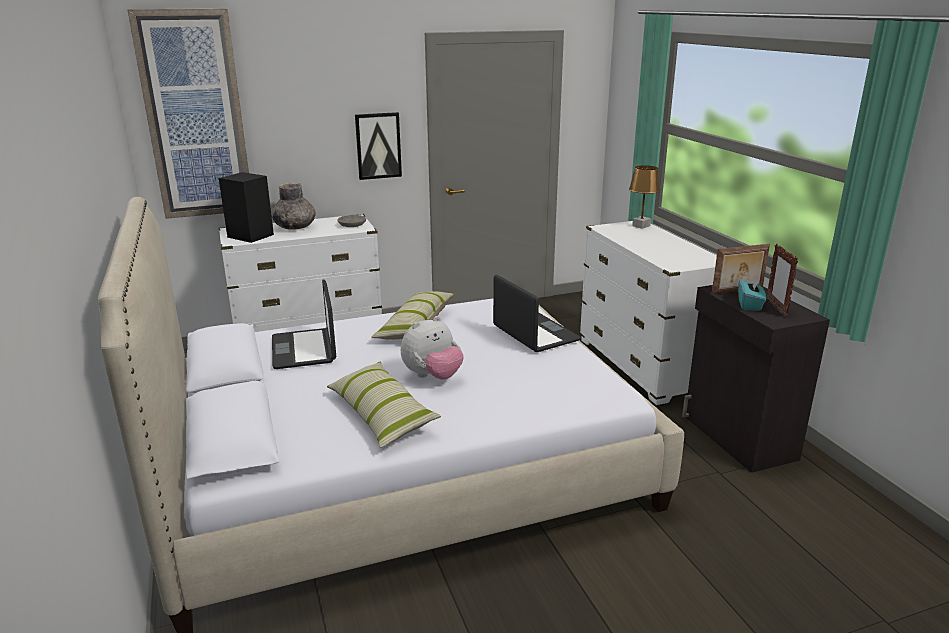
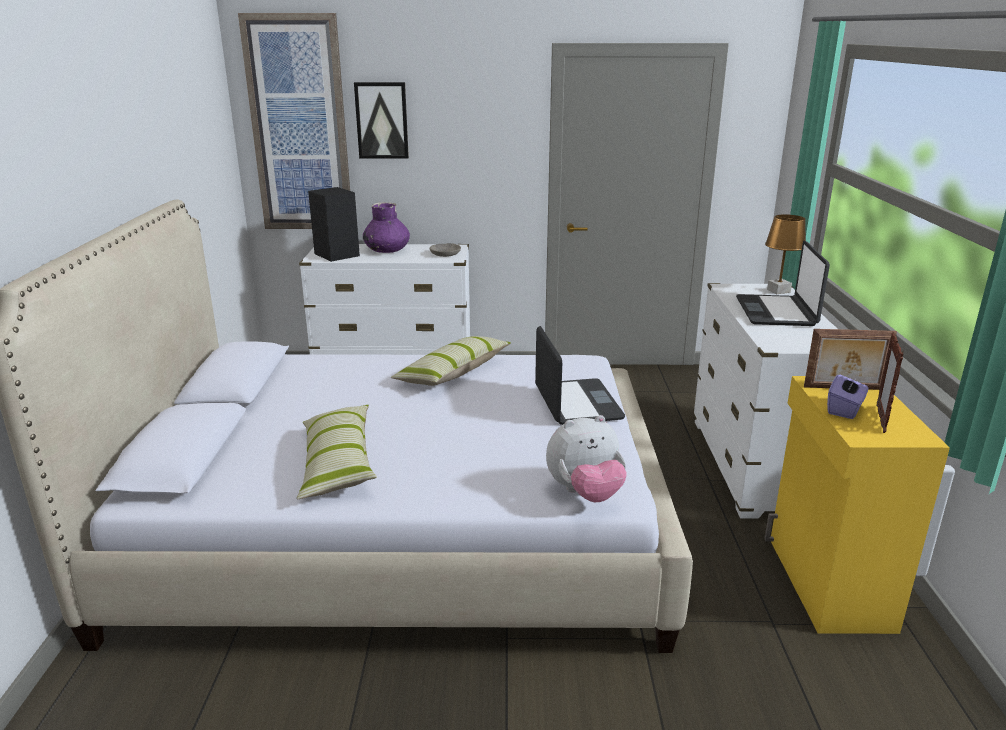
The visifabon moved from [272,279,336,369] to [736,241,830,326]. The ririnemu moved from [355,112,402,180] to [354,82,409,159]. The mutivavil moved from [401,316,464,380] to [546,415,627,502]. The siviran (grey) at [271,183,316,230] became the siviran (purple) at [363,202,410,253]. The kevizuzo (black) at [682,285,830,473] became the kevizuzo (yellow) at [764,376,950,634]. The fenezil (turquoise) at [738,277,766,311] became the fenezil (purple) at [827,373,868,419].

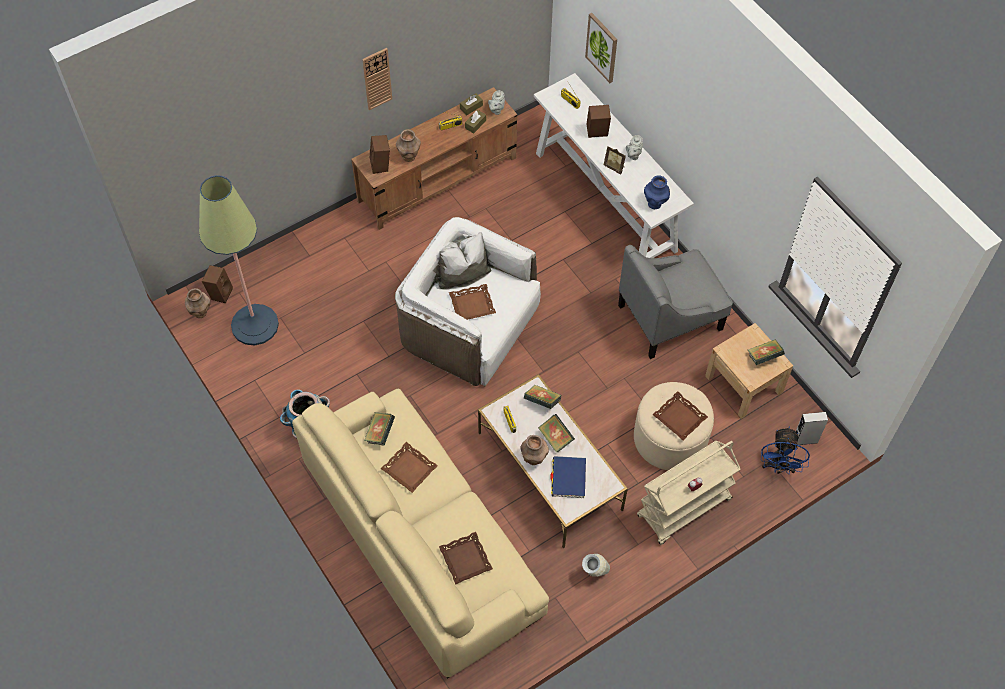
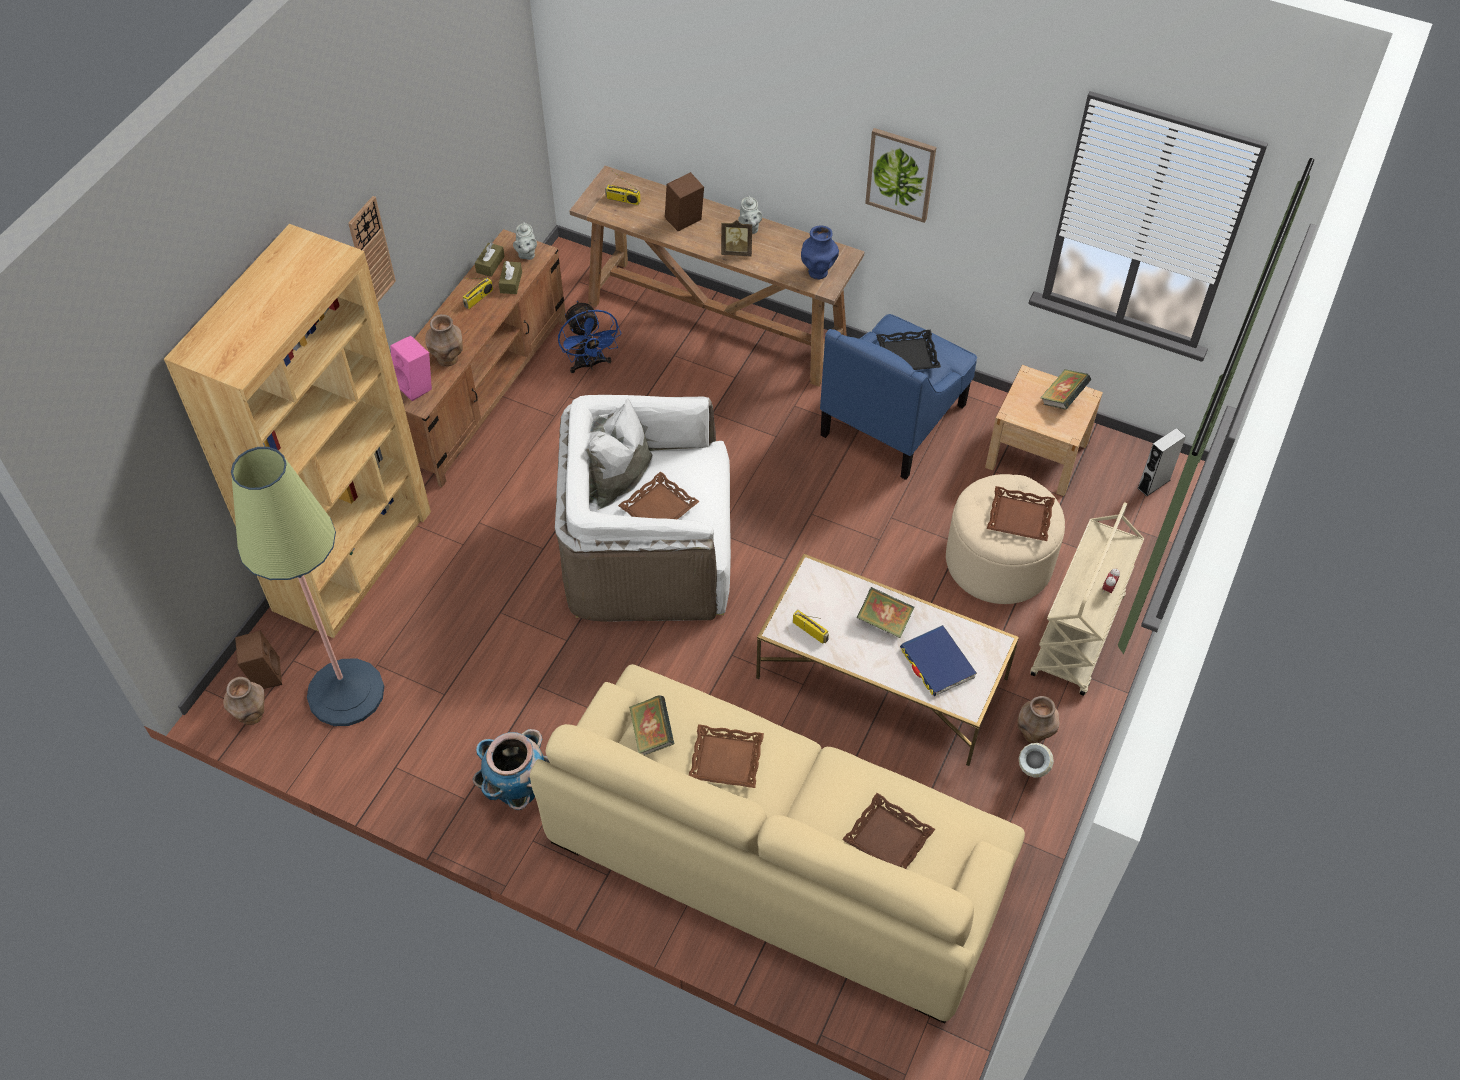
The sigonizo at [524,385,561,409] disappeared. The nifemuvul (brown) at [164,224,431,638] appeared. The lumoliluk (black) at [876,330,941,370] appeared. The siviran (brown) moved from [520,435,549,465] to [1017,696,1059,743]. The ririnemu moved from [585,13,617,83] to [865,128,936,223]. The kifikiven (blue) moved from [761,427,810,474] to [558,301,622,373]. The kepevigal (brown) at [370,135,390,174] became the kepevigal (pink) at [390,335,432,401]. The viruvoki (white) at [534,73,694,258] became the viruvoki (brown) at [569,166,864,387]. The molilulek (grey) at [618,245,733,359] became the molilulek (blue) at [820,314,977,480].

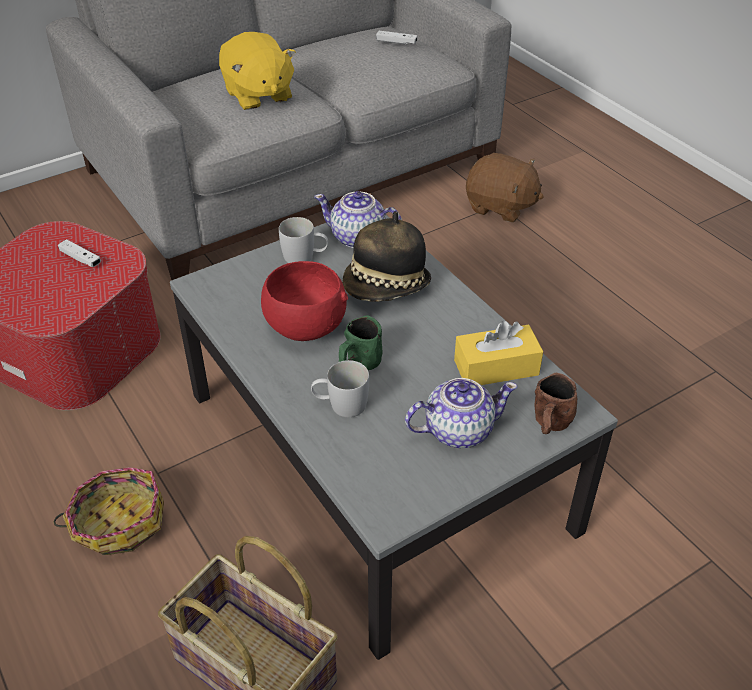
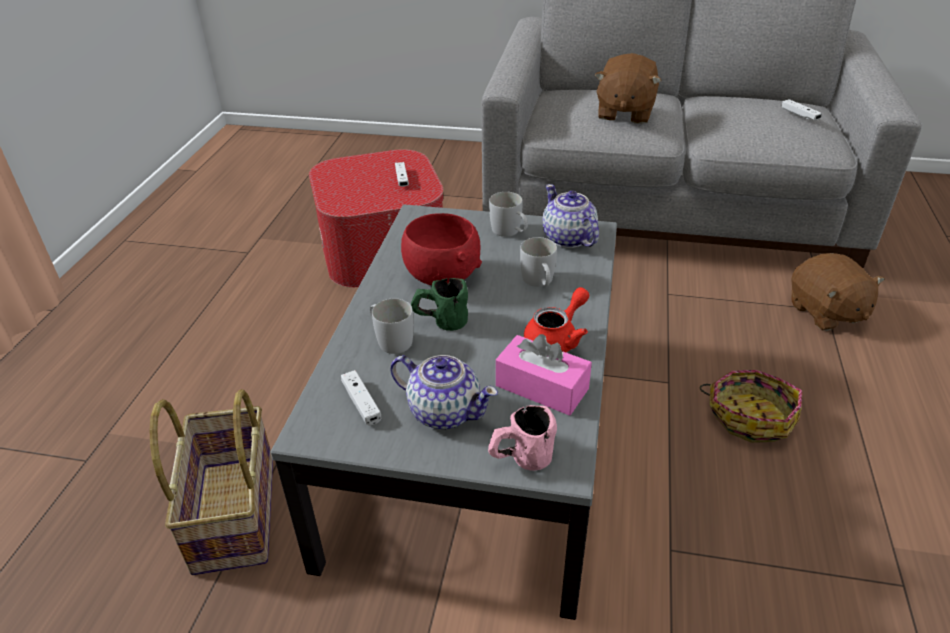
The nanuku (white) at [341,370,381,426] appeared. The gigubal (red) at [524,287,589,352] appeared. The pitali moved from [54,467,164,555] to [700,370,803,443]. The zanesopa at [342,211,431,302] was replaced by the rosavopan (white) at [520,237,557,287]. The mutivavil (yellow) at [219,32,296,110] became the mutivavil (brown) at [595,53,662,124]. The fenezil (yellow) at [454,321,543,385] became the fenezil (pink) at [496,334,592,416]. The rosavopan (brown) at [535,372,577,434] became the rosavopan (pink) at [488,405,557,471].

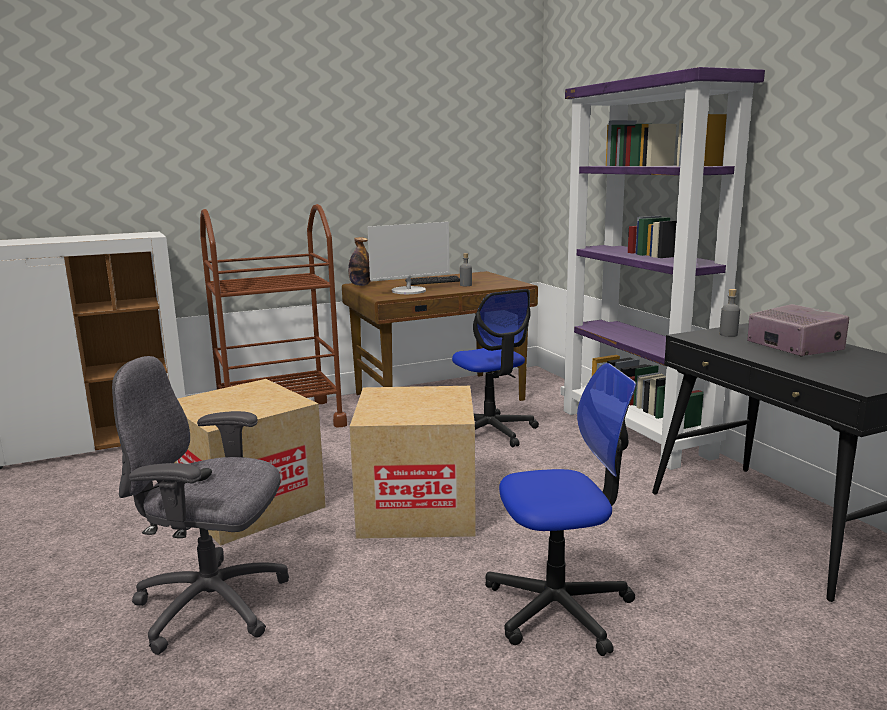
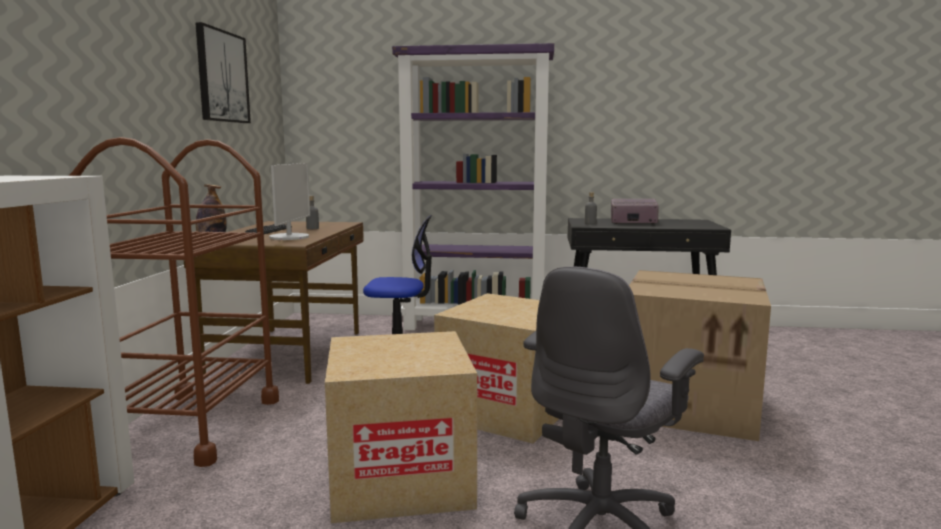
The ririnemu at [195,22,251,123] appeared. The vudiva at [485,363,637,656] was replaced by the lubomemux at [629,270,771,441].

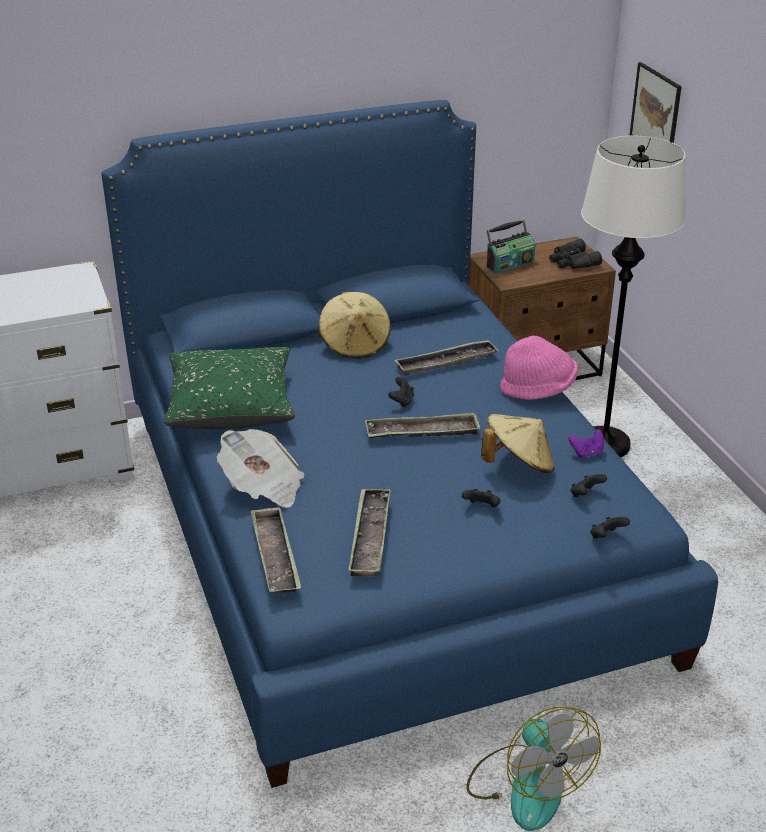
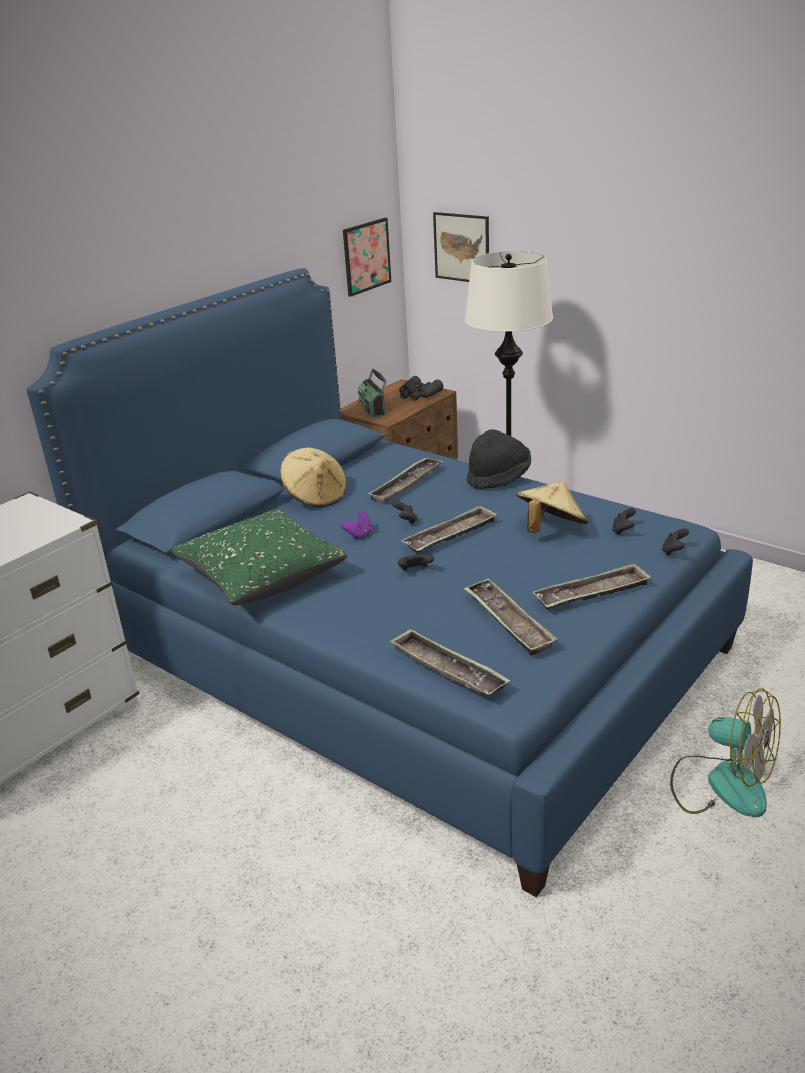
The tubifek at [217,429,305,508] disappeared. The ririnemu at [343,218,391,297] appeared. The lumoliluk at [533,563,651,609] appeared. The nanuku (black) moved from [462,489,500,507] to [398,552,434,570]. The nanuku (purple) moved from [569,429,604,458] to [341,511,373,540]. The zanesopa (pink) at [500,336,578,400] became the zanesopa (black) at [467,429,531,489]. The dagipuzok at [486,220,536,274] turned 135 degrees clockwise.

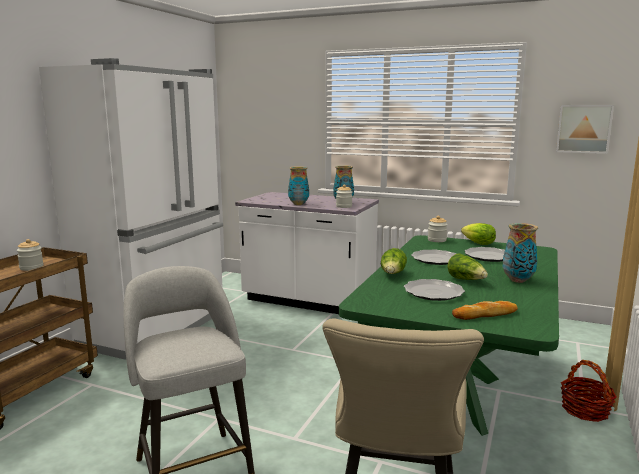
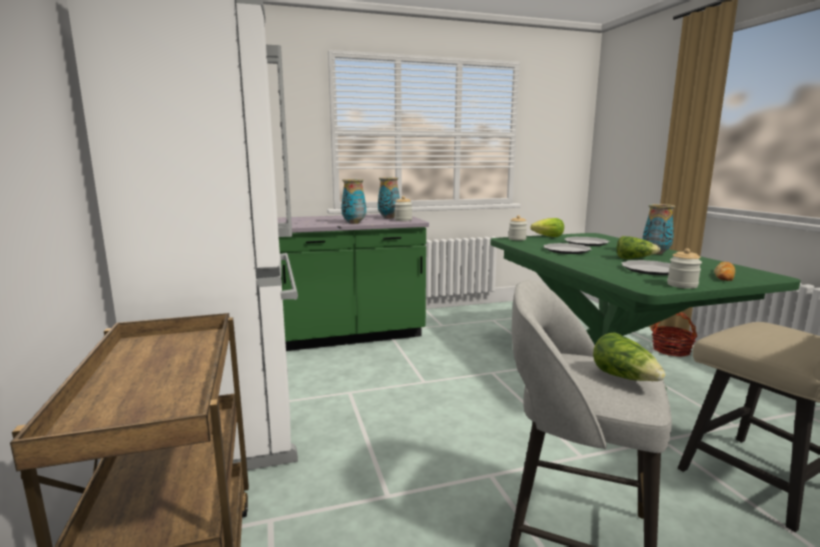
The ririnemu at [556,105,614,154] disappeared. The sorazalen moved from [17,239,44,271] to [667,248,702,289]. The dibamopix moved from [381,248,407,274] to [593,332,665,381]. The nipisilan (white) at [235,192,379,314] became the nipisilan (green) at [278,214,429,351].

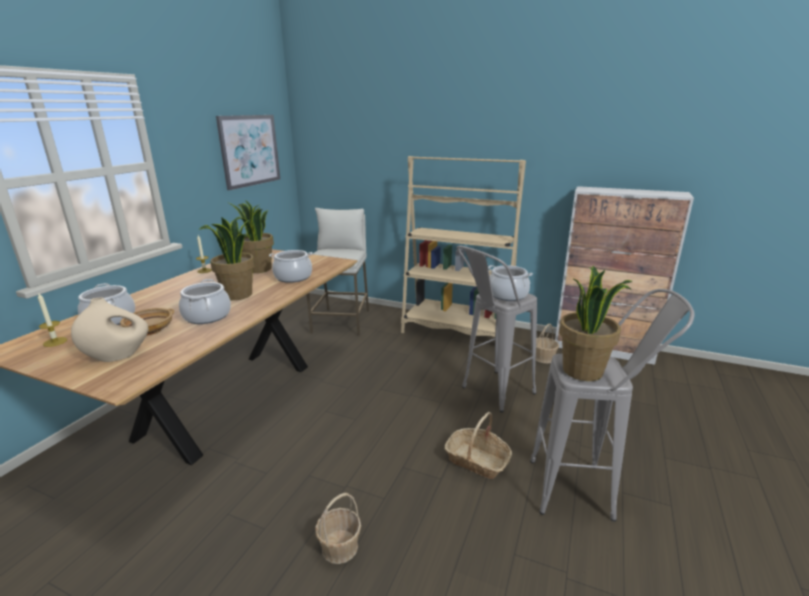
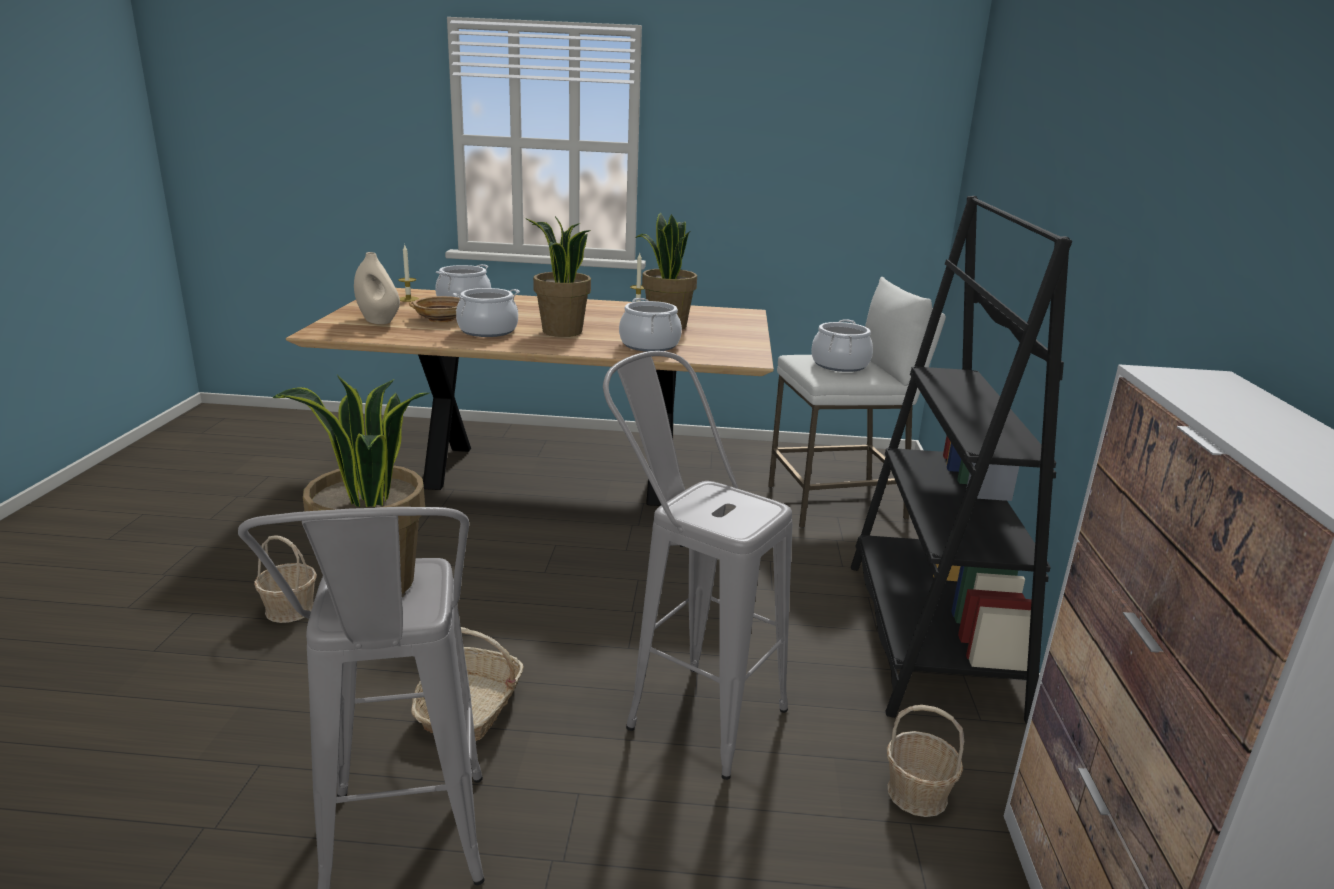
The ririnemu at [216,115,280,190] disappeared. The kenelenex moved from [488,265,533,301] to [811,319,873,372]. The nifemuvul (beige) at [401,156,526,337] became the nifemuvul (black) at [851,196,1072,724].

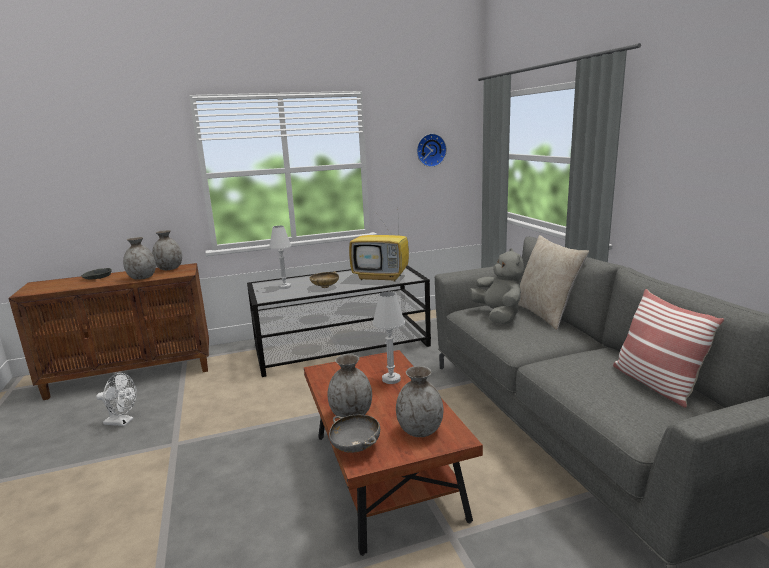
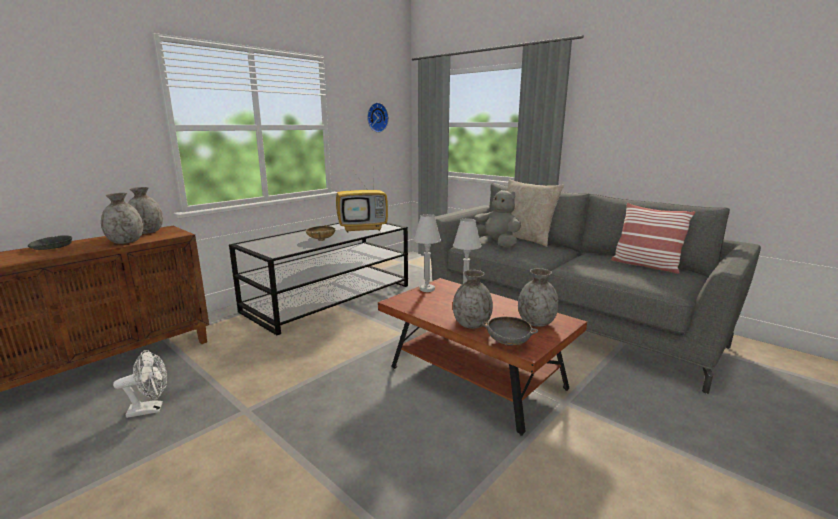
The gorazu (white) moved from [269,226,291,289] to [414,214,441,292].

